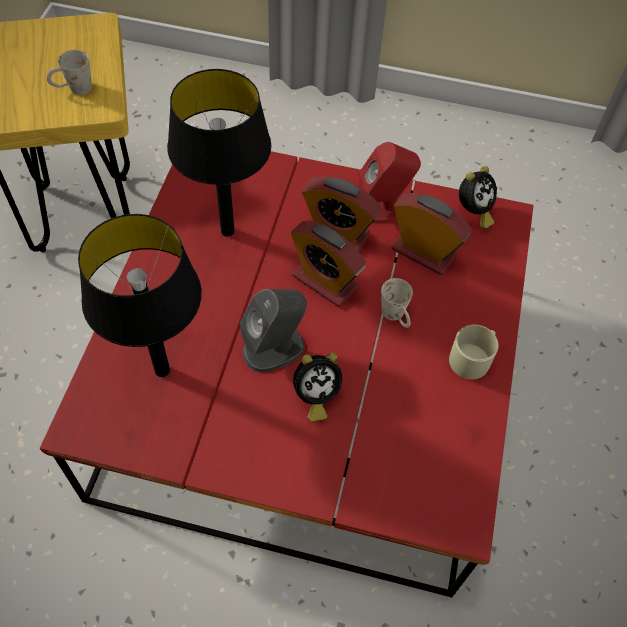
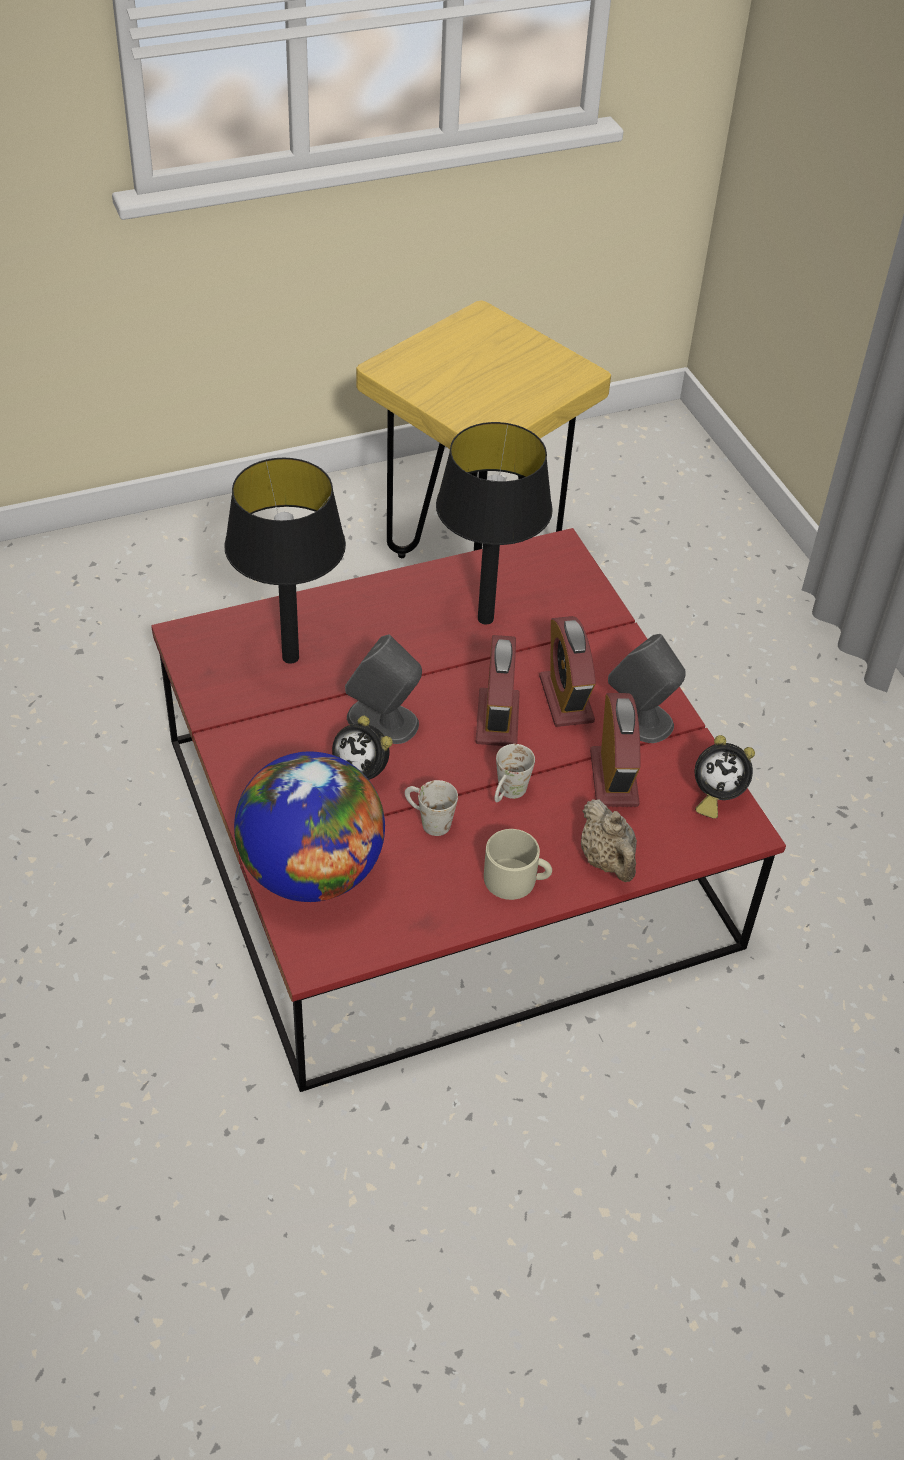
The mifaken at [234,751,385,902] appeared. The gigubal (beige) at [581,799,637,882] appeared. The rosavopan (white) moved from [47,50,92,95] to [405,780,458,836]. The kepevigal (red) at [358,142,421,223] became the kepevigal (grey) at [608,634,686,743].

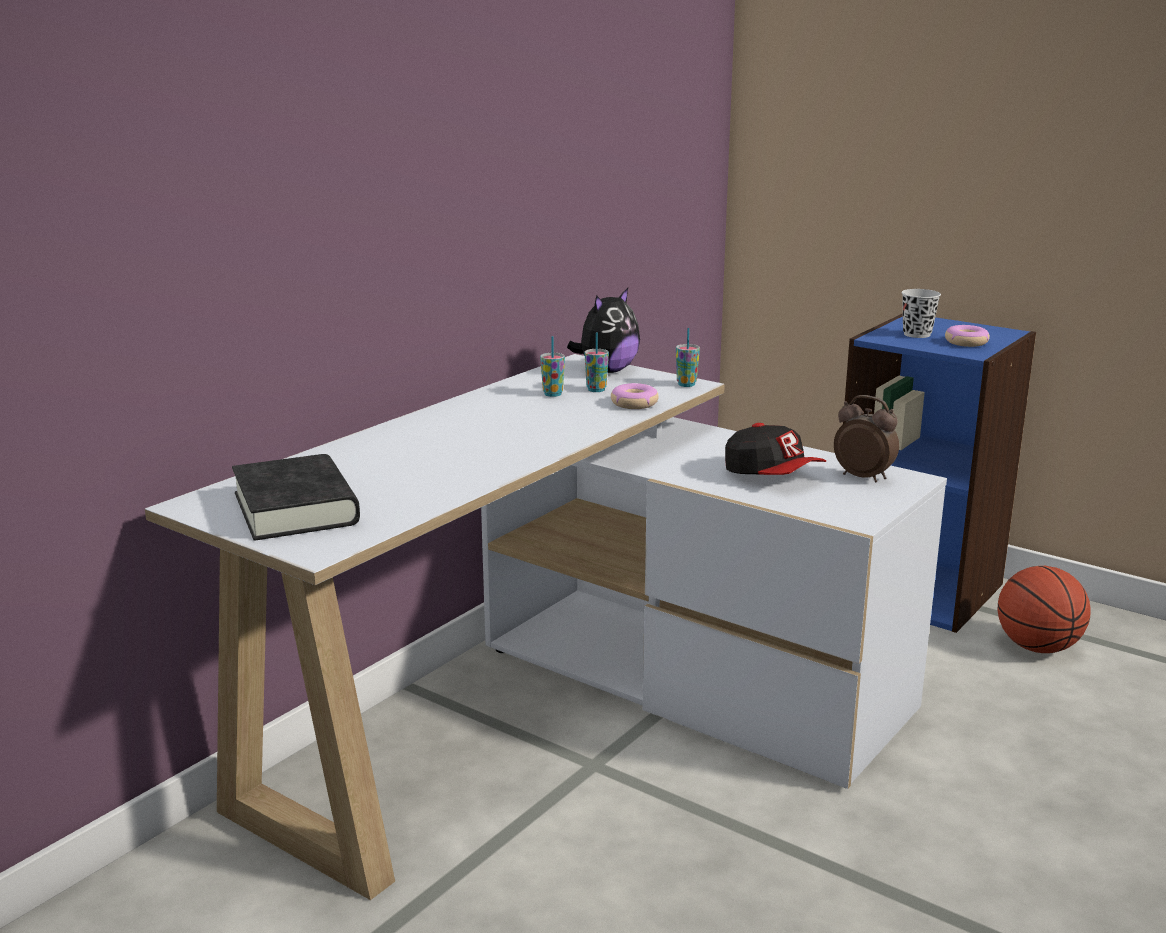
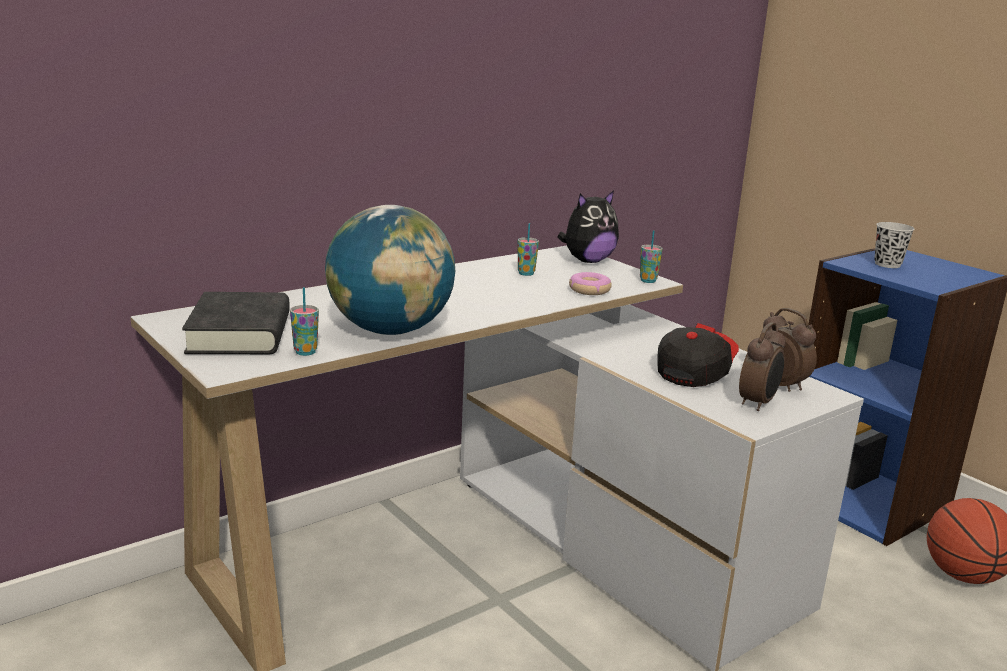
The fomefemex at [945,325,990,347] disappeared. The mifaken at [325,205,455,335] appeared. The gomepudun at [739,322,786,411] appeared. The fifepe moved from [584,332,609,392] to [290,287,319,356]. The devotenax at [725,423,826,475] turned 120 degrees counterclockwise.

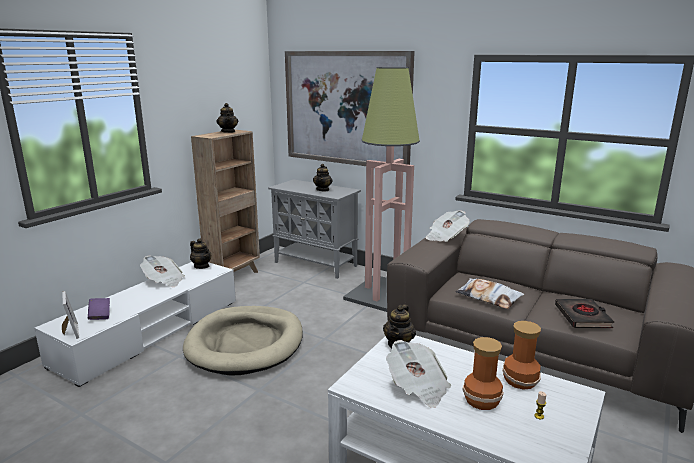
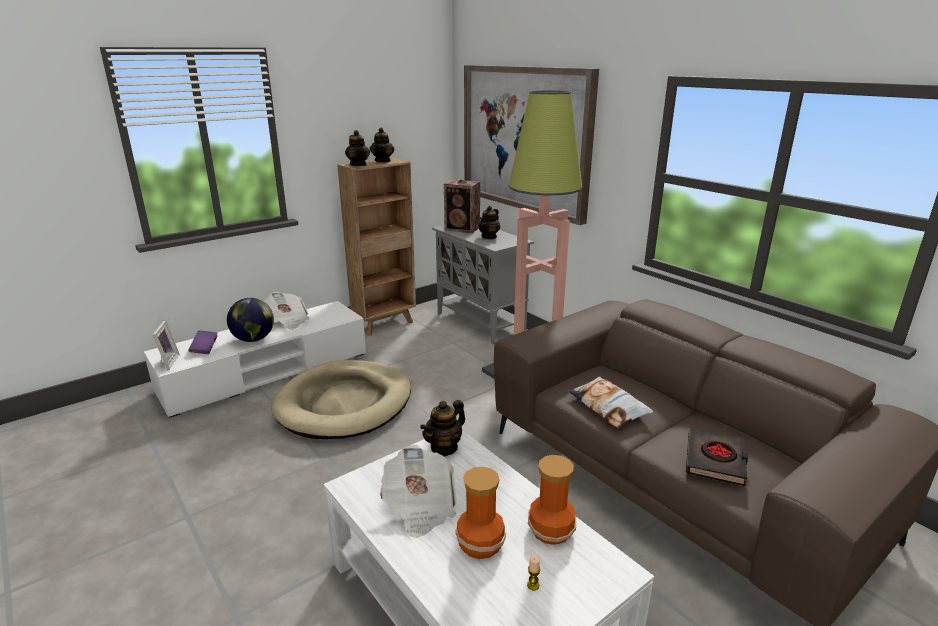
The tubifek at [425,210,470,242] disappeared. The mifaken at [227,298,274,342] appeared. The kepevigal at [444,180,480,233] appeared. The gigubal moved from [190,238,211,269] to [345,130,370,166].

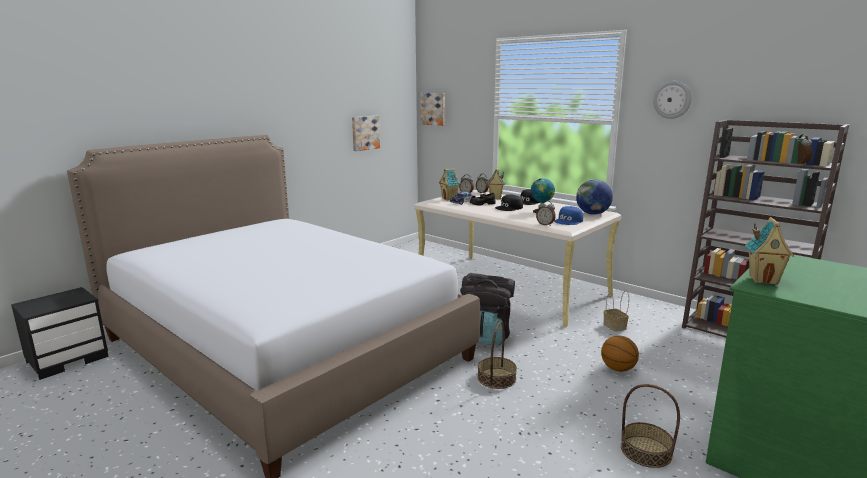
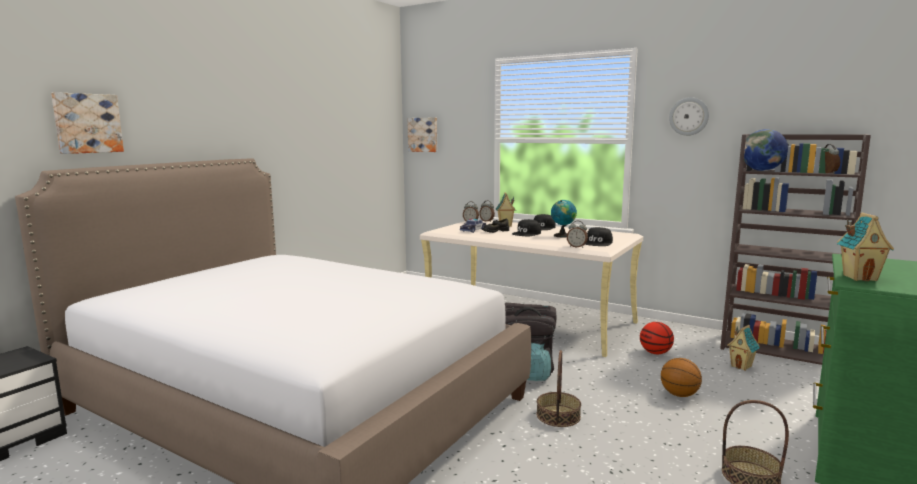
The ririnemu moved from [352,116,380,151] to [51,92,124,154]. The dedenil moved from [439,168,460,201] to [727,325,760,371]. The mifaken moved from [576,179,613,215] to [744,129,788,171]. The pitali at [603,291,629,332] was replaced by the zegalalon at [640,322,674,354]. The devotenax (blue) at [554,206,583,225] became the devotenax (black) at [585,227,613,246].

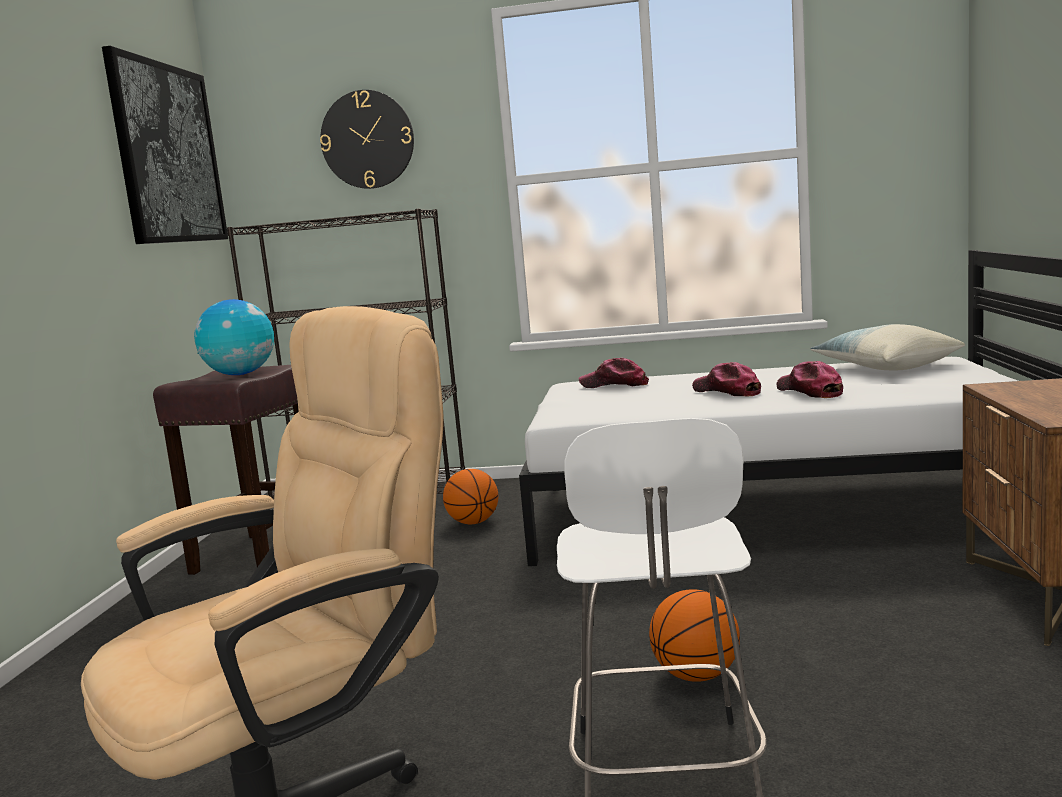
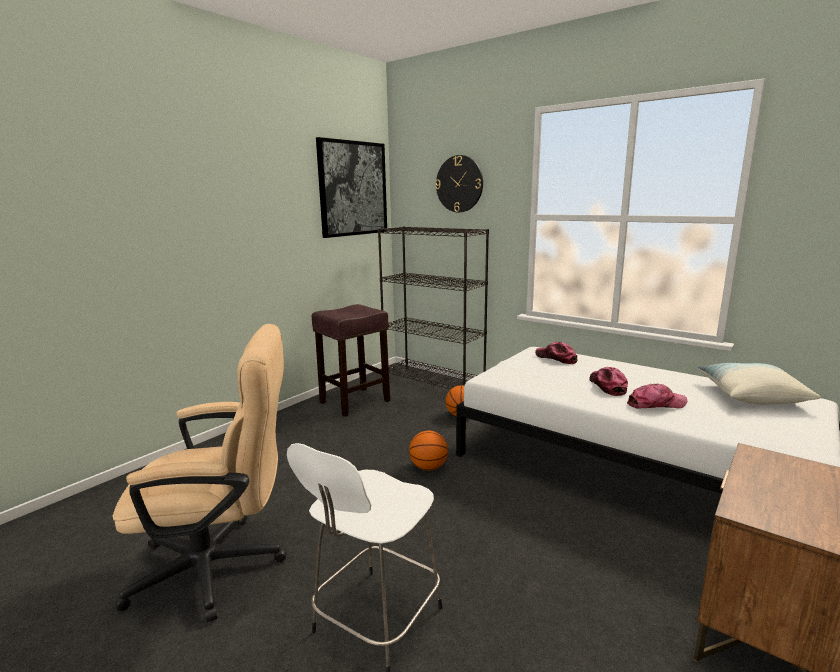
The mifaken at [194,299,274,375] disappeared. The zegalalon moved from [649,589,740,682] to [409,431,448,471]. The devotenax at [777,361,843,398] turned 75 degrees clockwise.

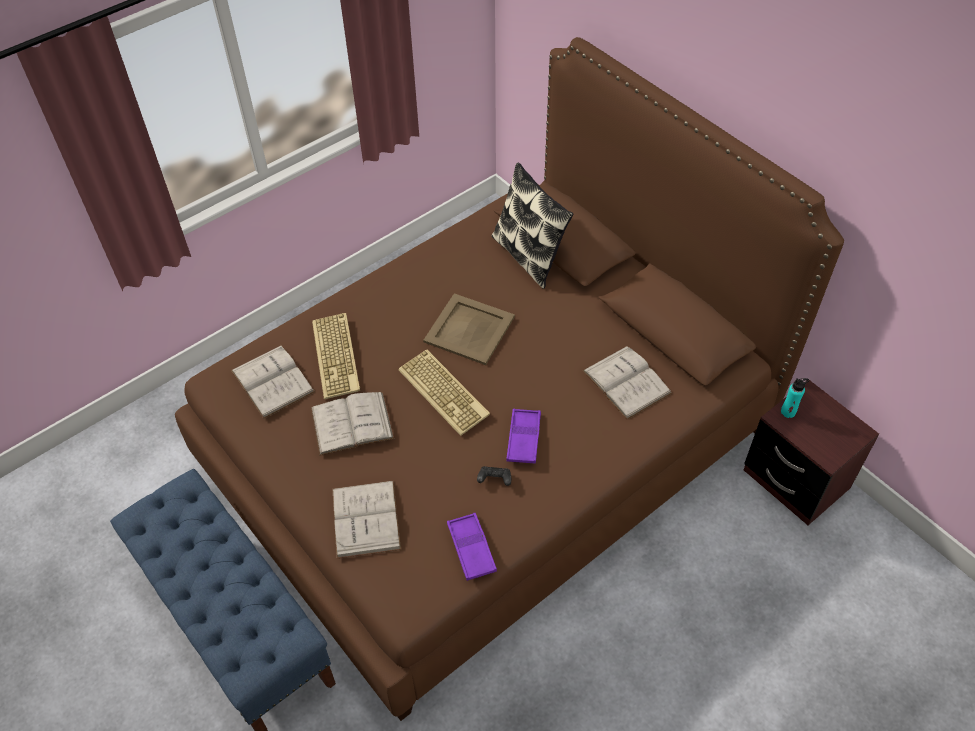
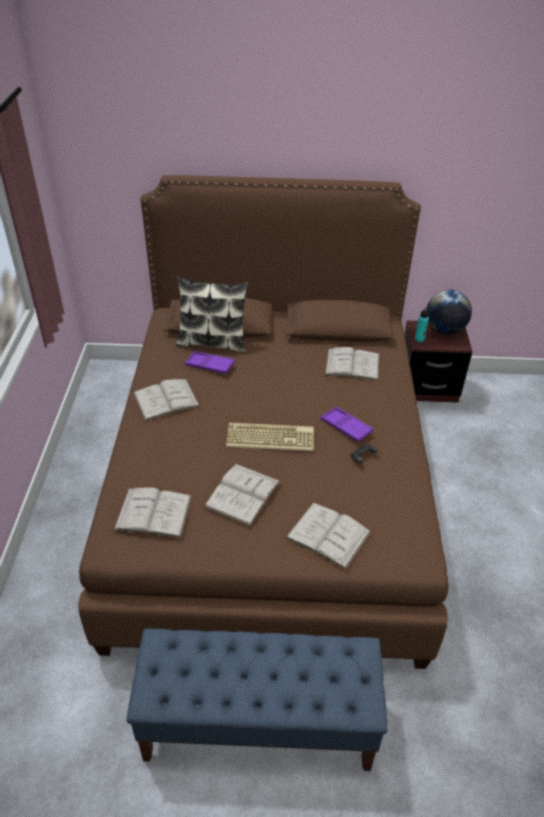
The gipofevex at [312,313,360,399] disappeared. The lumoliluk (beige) at [423,293,515,365] disappeared. The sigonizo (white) at [133,379,201,422] appeared. The mifaken at [427,290,472,335] appeared. The lumoliluk (purple) moved from [447,513,497,581] to [185,351,235,374].

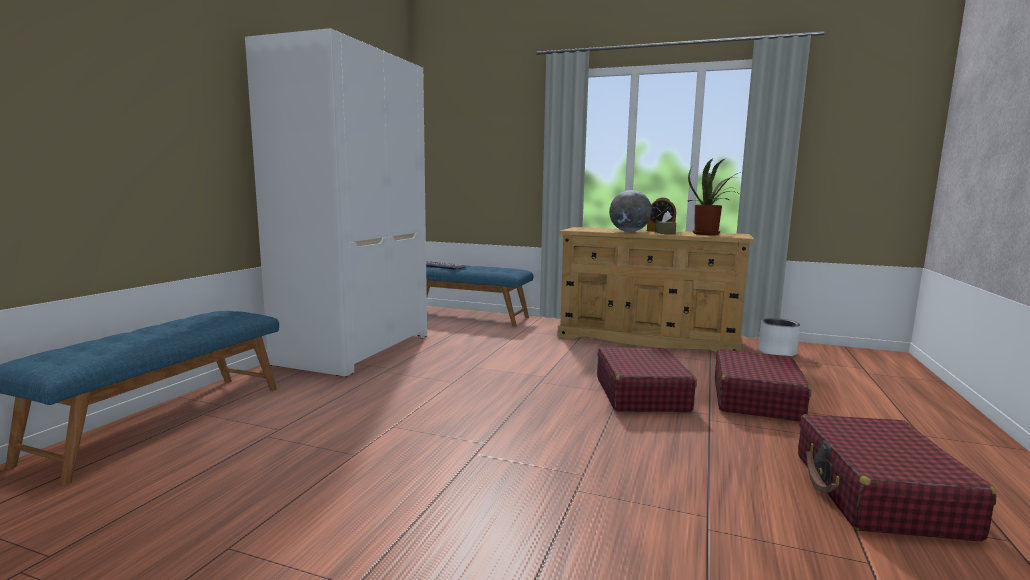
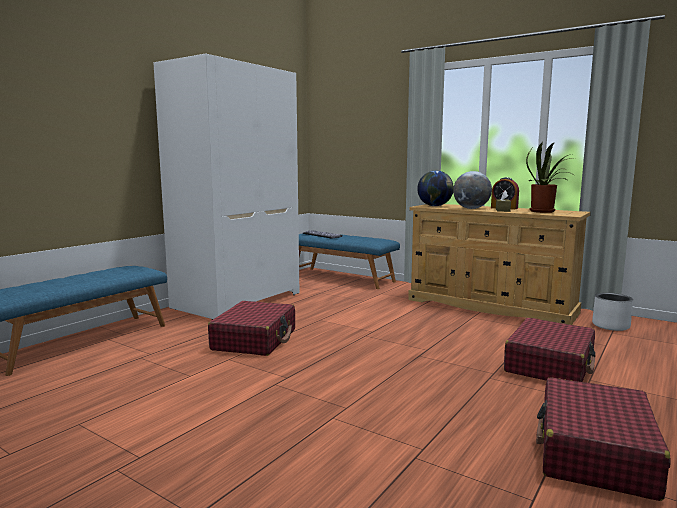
The mifaken at [417,171,454,206] appeared. The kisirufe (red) moved from [597,347,697,412] to [208,301,295,356].

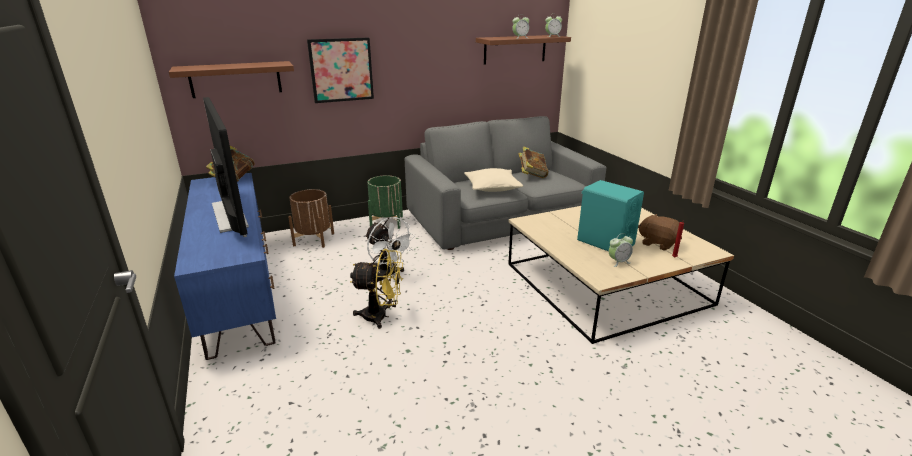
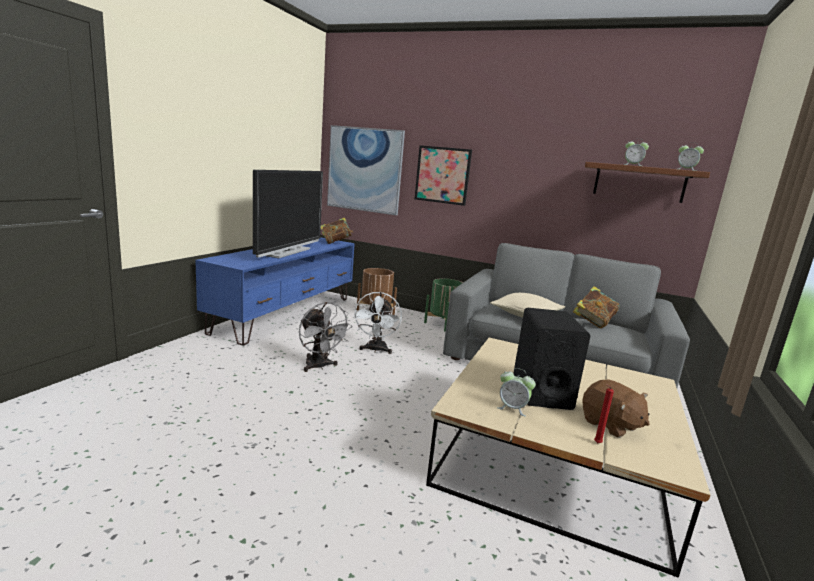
The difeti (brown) at [169,61,294,98] was replaced by the ririnemu at [327,125,405,215]. The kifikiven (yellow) at [350,249,403,329] became the kifikiven (grey) at [299,302,353,372]. The kepevigal (turquoise) at [577,180,644,251] became the kepevigal (black) at [513,308,590,410]. The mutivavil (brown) at [638,214,682,251] turned 150 degrees clockwise.

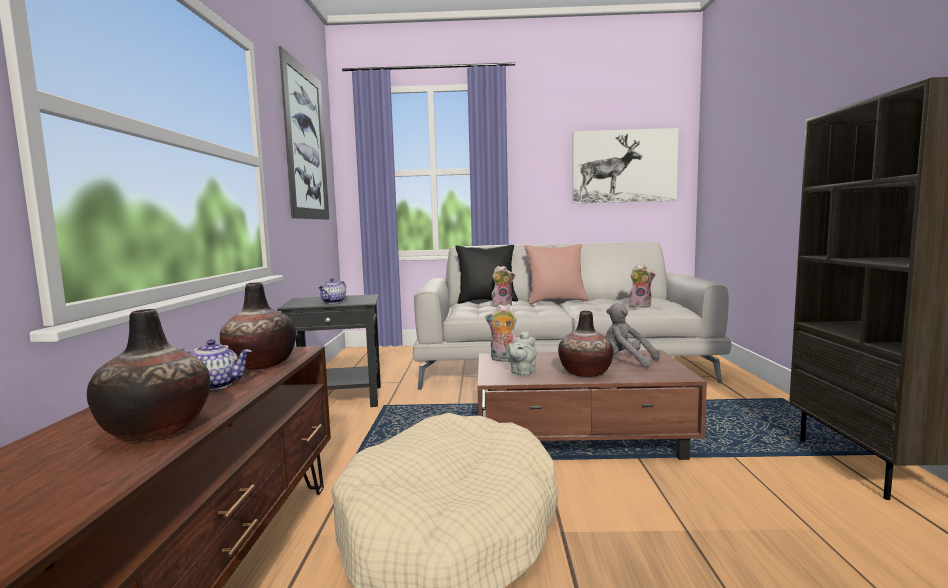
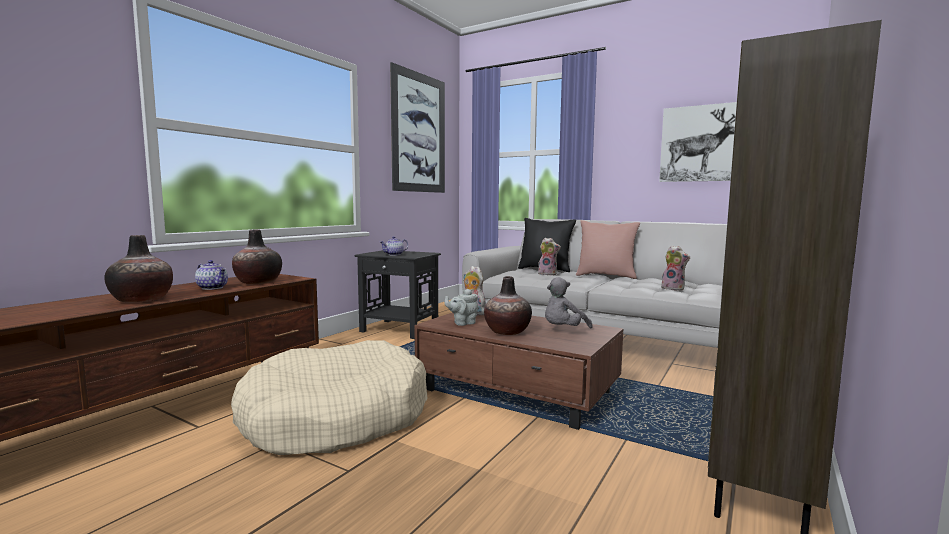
The mutivavil (grey) at [605,303,660,367] turned 105 degrees counterclockwise.

